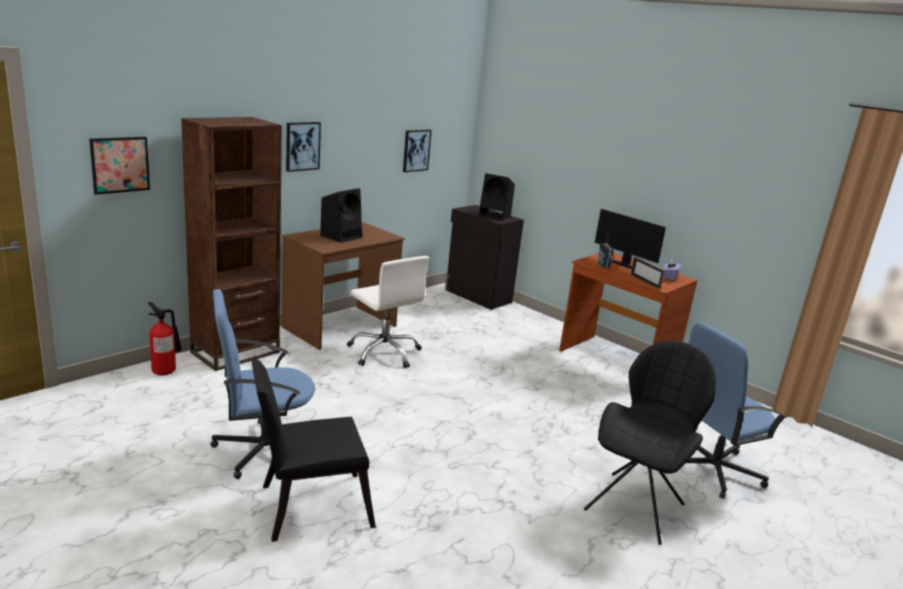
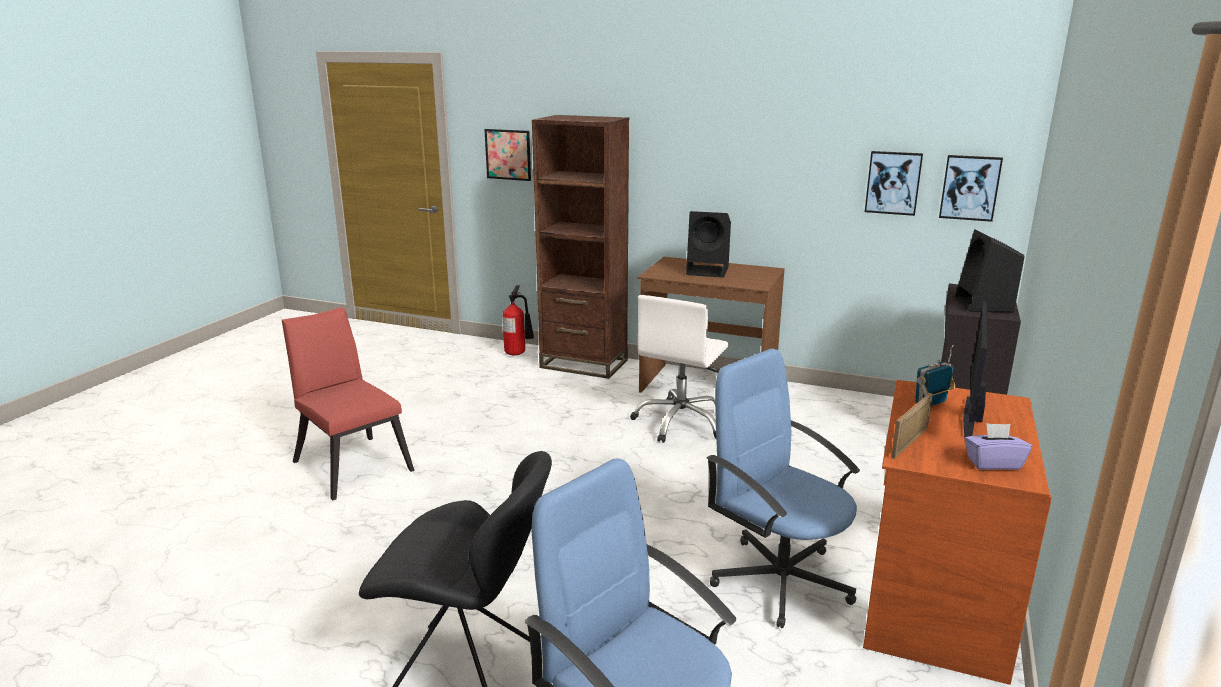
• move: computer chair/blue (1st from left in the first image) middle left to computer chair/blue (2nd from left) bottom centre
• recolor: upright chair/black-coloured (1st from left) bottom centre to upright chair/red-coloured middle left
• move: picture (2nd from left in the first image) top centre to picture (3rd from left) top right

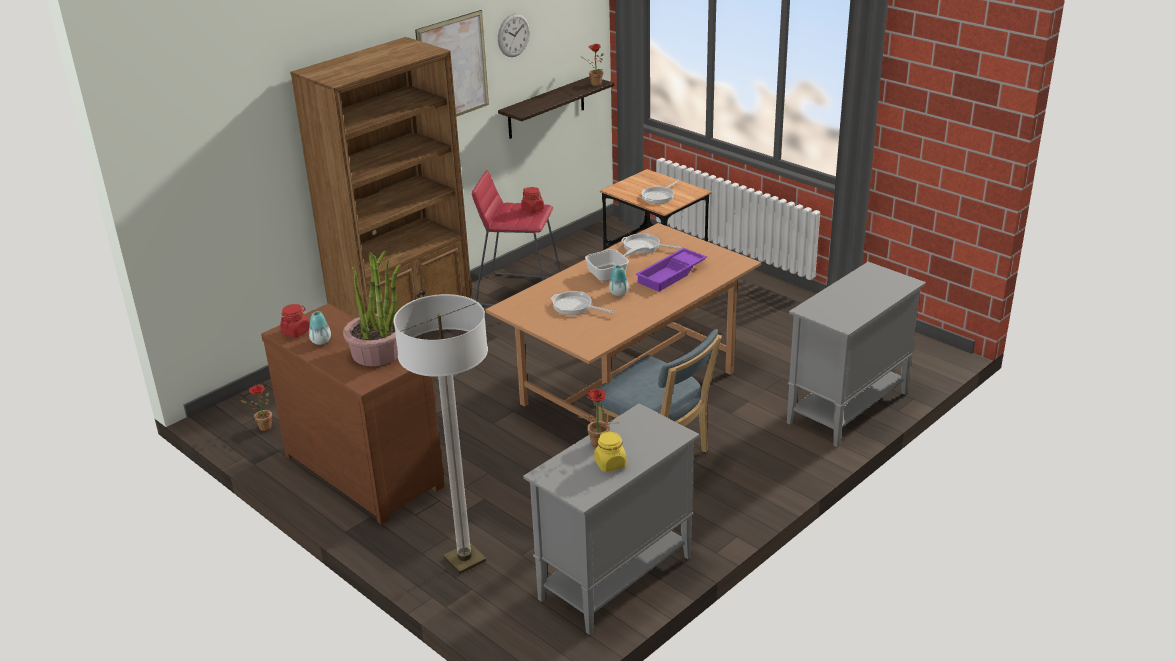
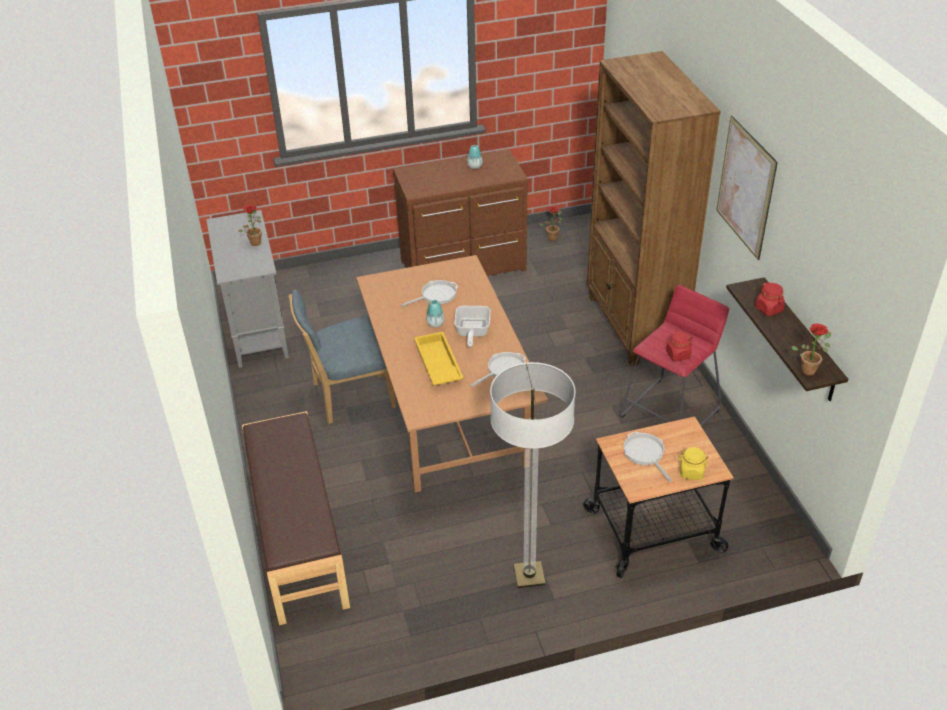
• move: jar/red-coloured (1st from left in the first image) middle left to jar/red-coloured (2nd from left) middle right
• delete: plant in a pot (2nd from left) middle left
• move: standard lamp centre to bottom centre
• delete: clock on the wall top centre
• move: jar/yellow-coloured bottom centre to middle right
• recolor: carrying tray/purple centre to carrying tray/yellow-coloured centre
• replace: cabinet/greyish (2nd from left) middle right to indoor bench/brown bottom left

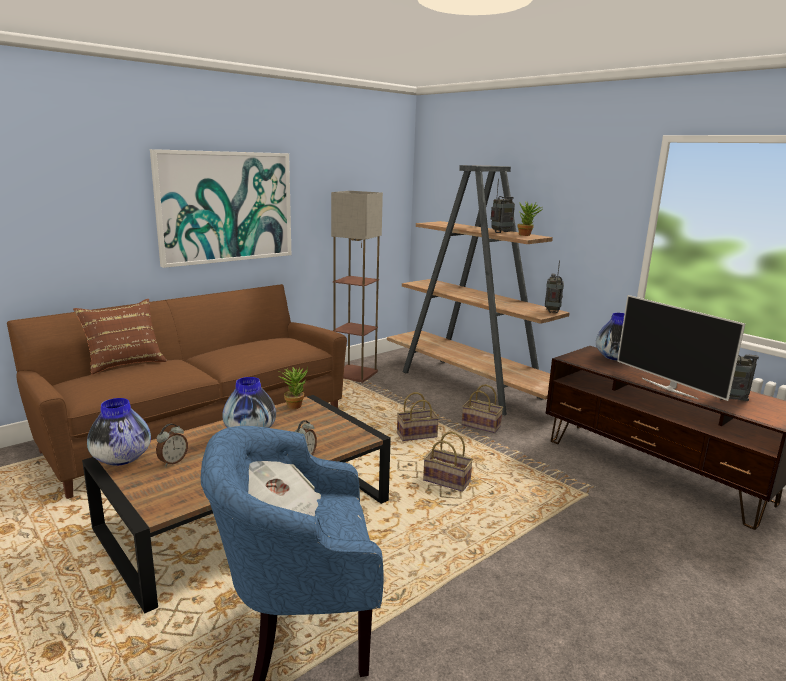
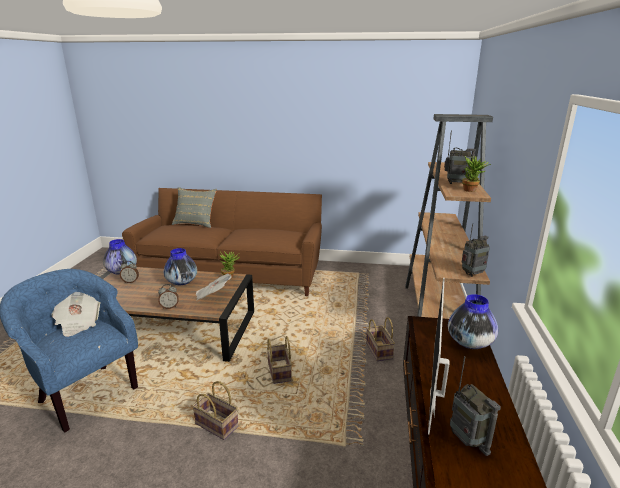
• recolor: cushion/brown middle left to cushion/greyish middle left
• delete: picture top left
• delete: standard lamp centre
• move: basket (1st from left) centre to bottom centre
• insert: daily paper (2nd from left) centre

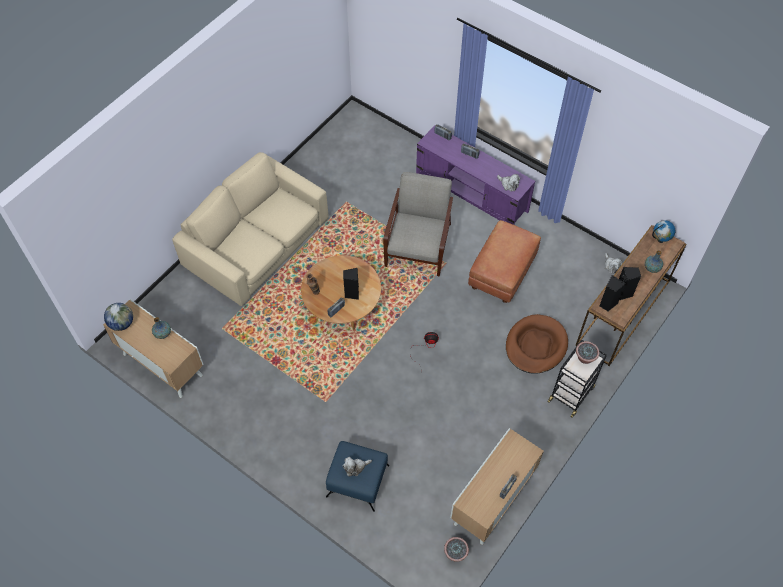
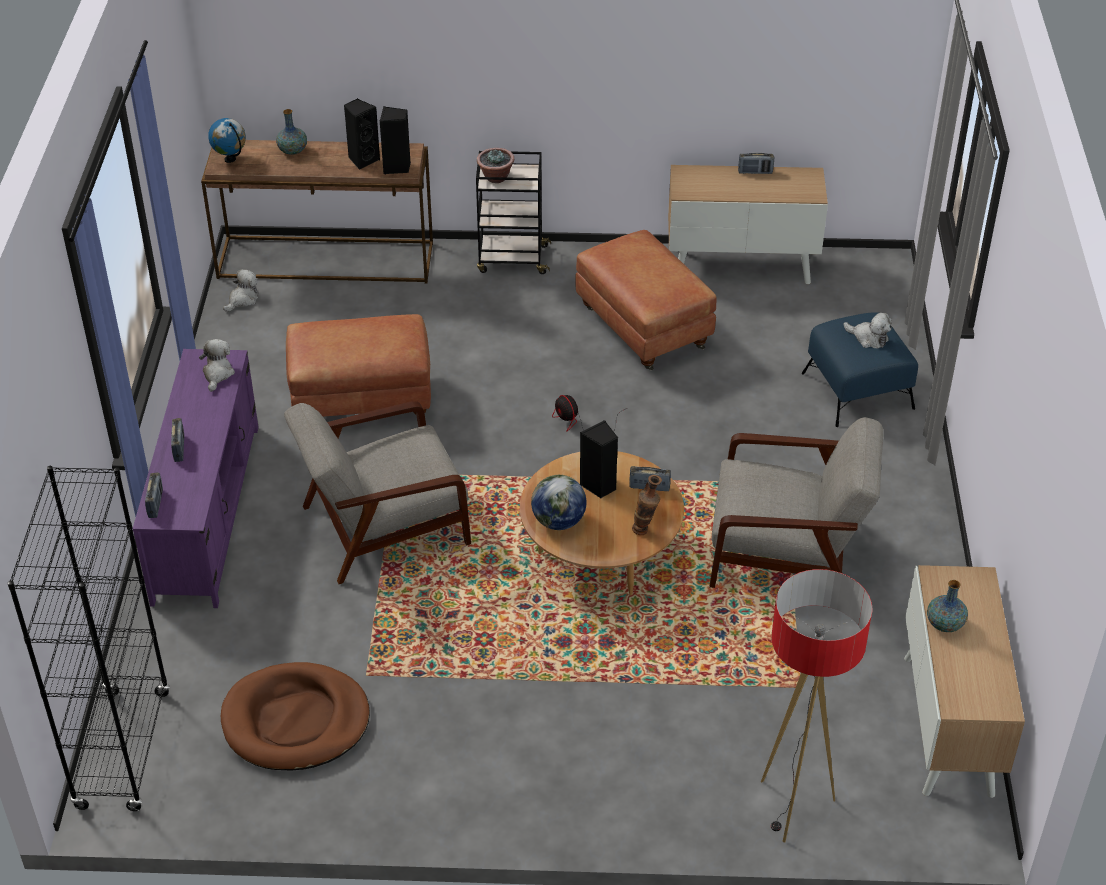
• move: globe (1st from left in the first image) middle left to globe (2nd from left) centre
• delete: settee/beige-coloured middle left
• delete: plant in a pot (1st from left) bottom centre
• move: pet bed/brown middle right to bottom left
• insert: bookcase/black-coloured bottom left
• insert: footrest/brown (2nd from left) centre
• insert: armchair/greyish (2nd from left) middle right
• insert: standard lamp bottom right

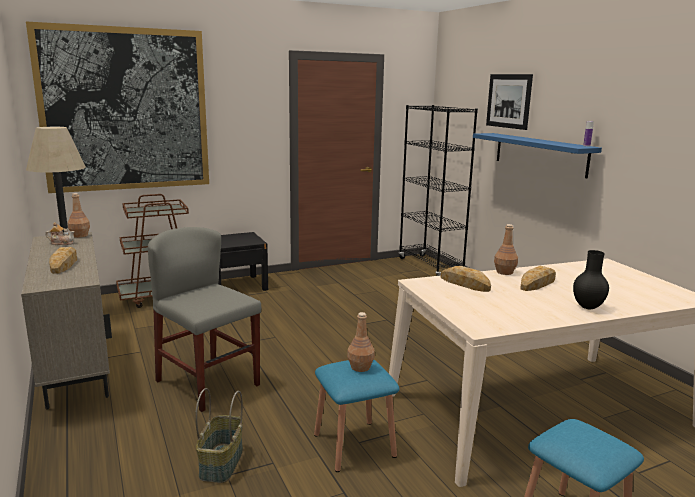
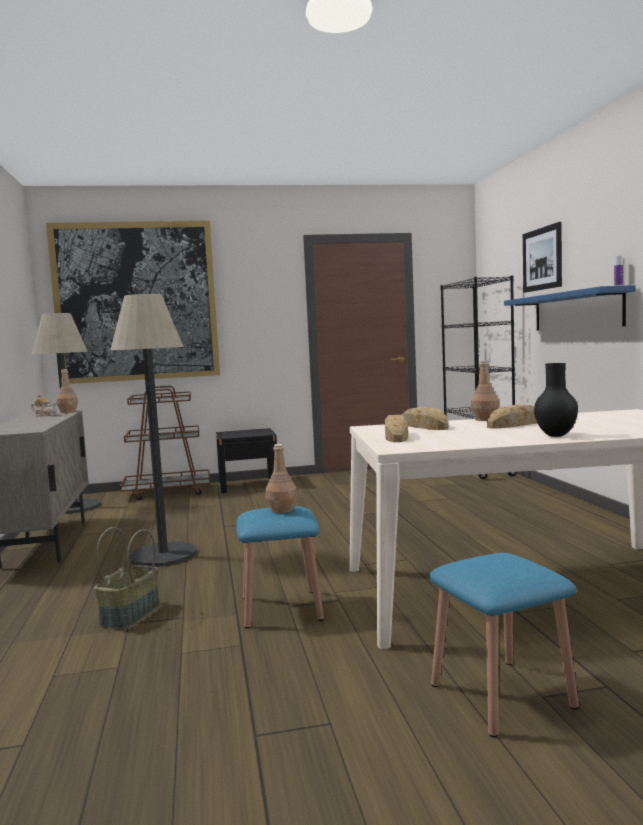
• move: baked bread (1st from left) middle left to centre
• replace: upright chair/greyish middle left to standard lamp (2nd from left) middle left

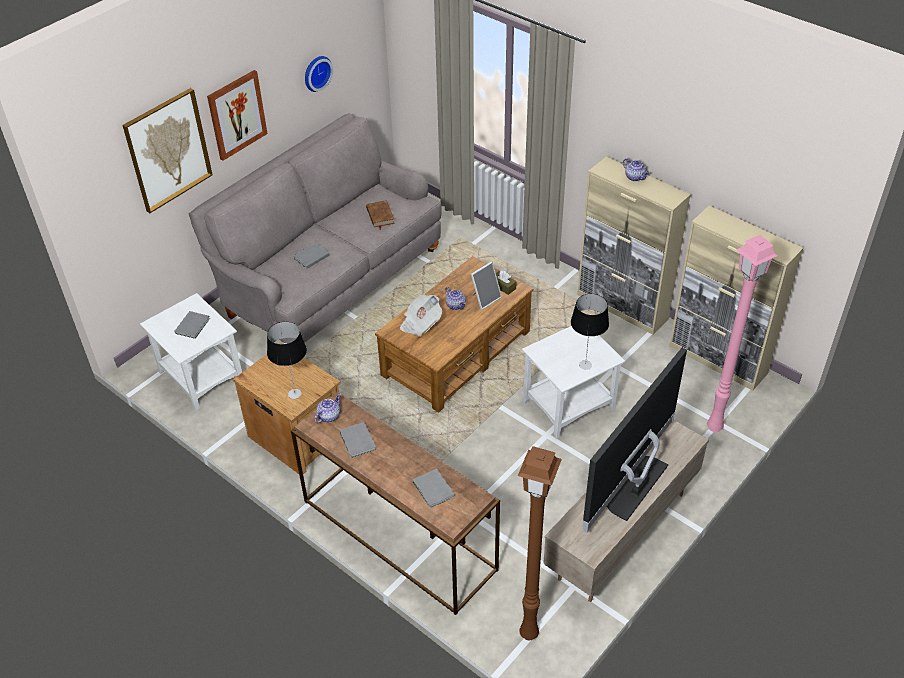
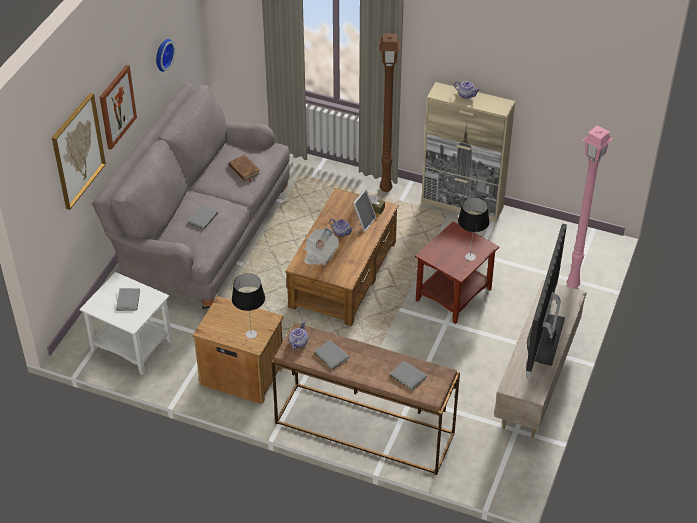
• move: standard lamp/brown bottom centre to top centre
• recolor: side table/whitish (2nd from left) centre to side table/brown centre
• delete: cabinet/beige-coloured (2nd from left) middle right

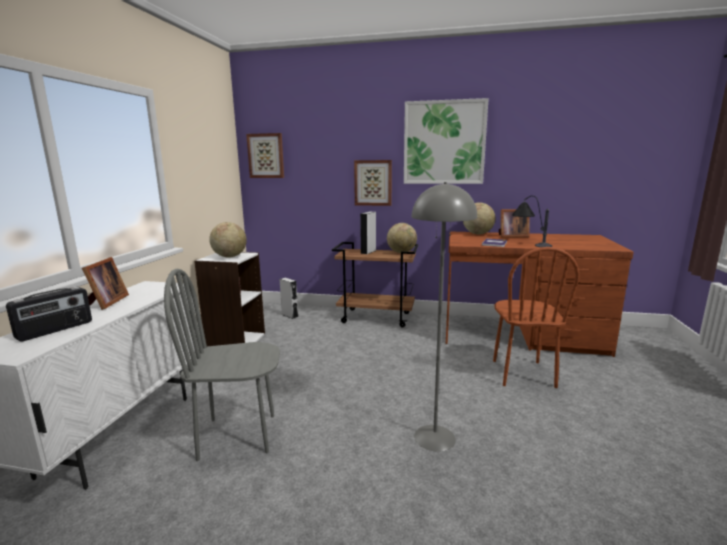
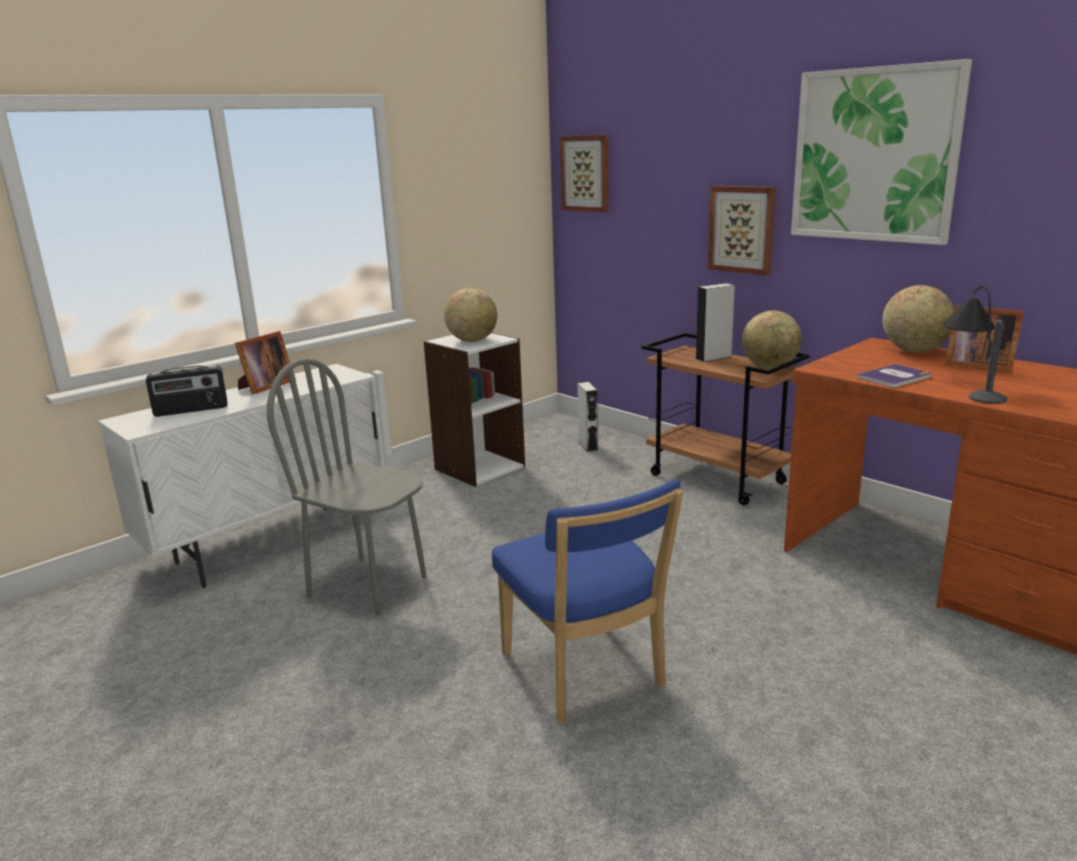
• replace: standard lamp/greyish centre to upright chair/blue bottom centre
• delete: upright chair/brown middle right

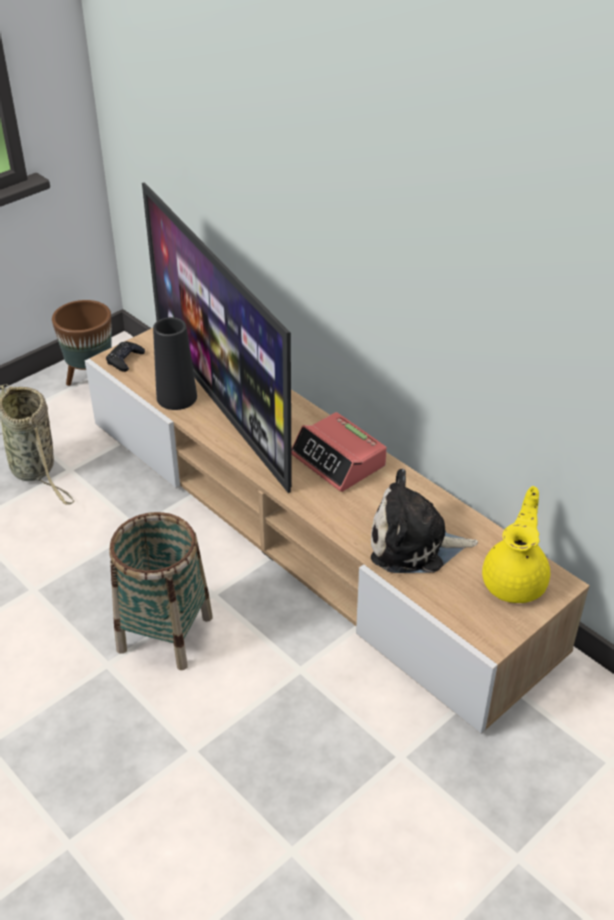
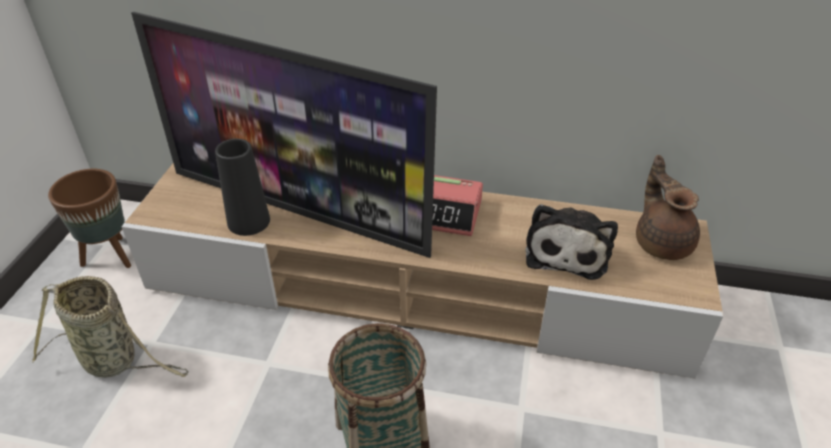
• delete: gamepad/black-coloured middle left
• rotate: plush toy middle right = middle right 45 degrees counterclockwise
• recolor: pot for tea/yellow-coloured middle right to pot for tea/brown middle right

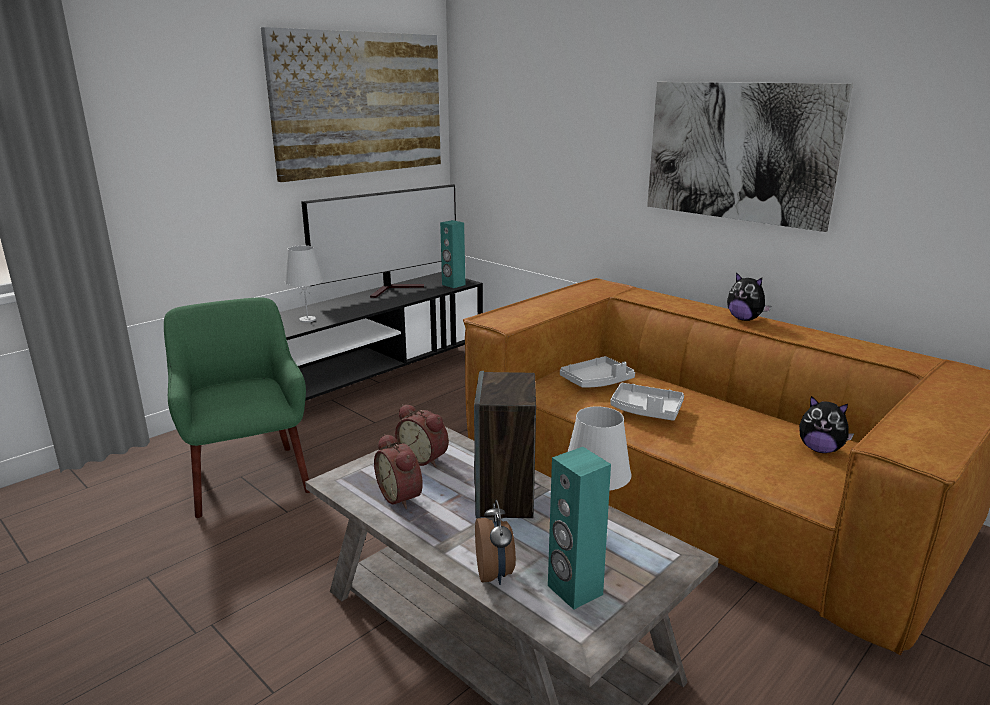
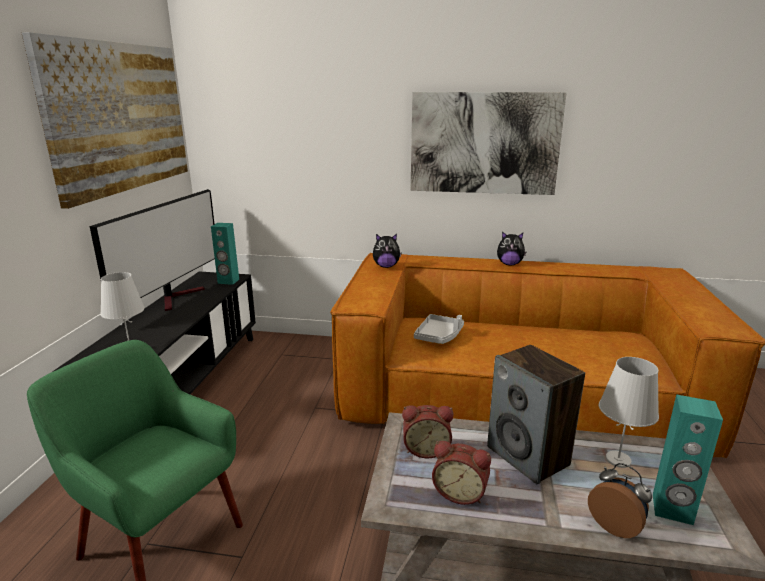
• delete: carrying tray/greyish (2nd from left) centre
• move: plush toy (2nd from left in the first image) middle right to plush toy (1st from left) centre

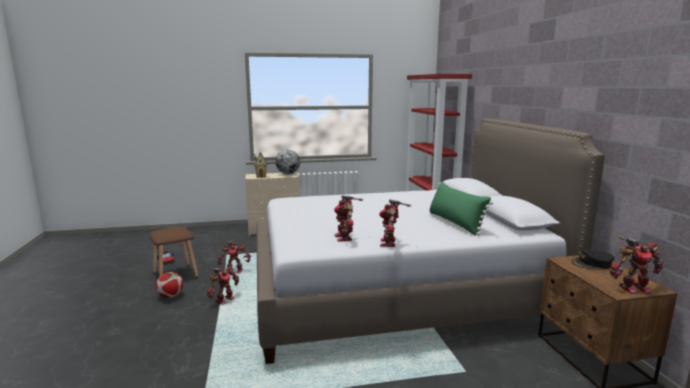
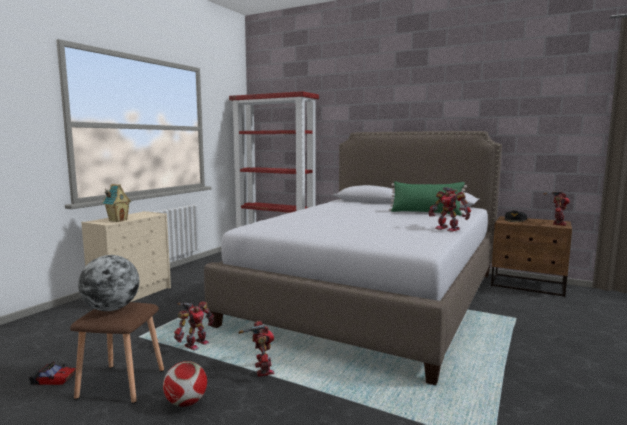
• move: globe centre to middle left
• delete: model robot (3rd from left) centre

